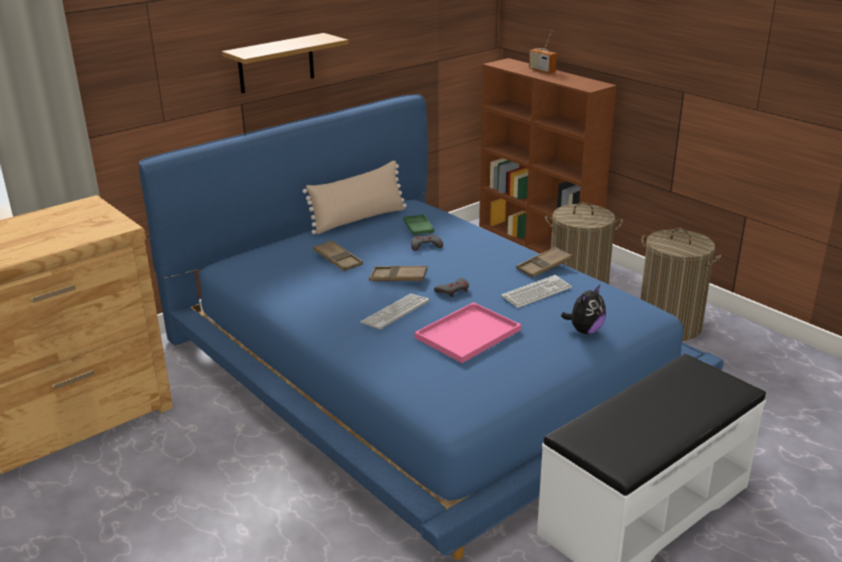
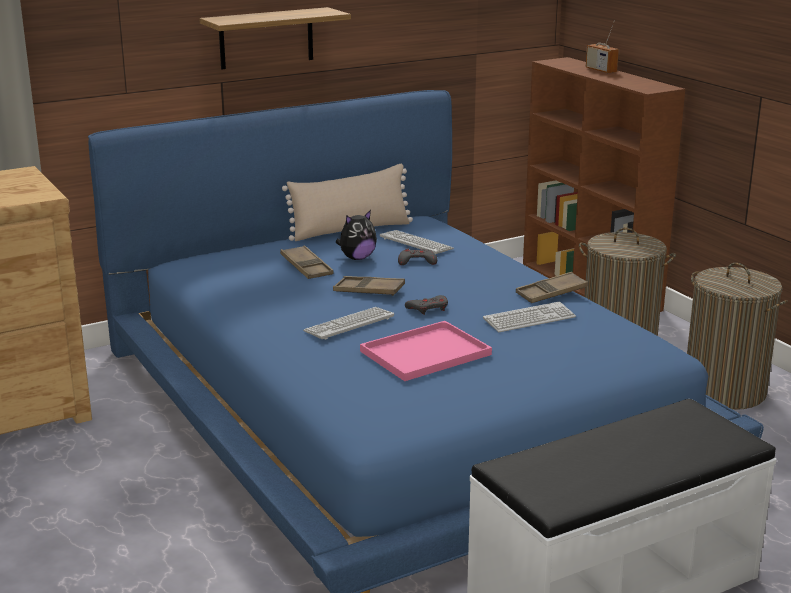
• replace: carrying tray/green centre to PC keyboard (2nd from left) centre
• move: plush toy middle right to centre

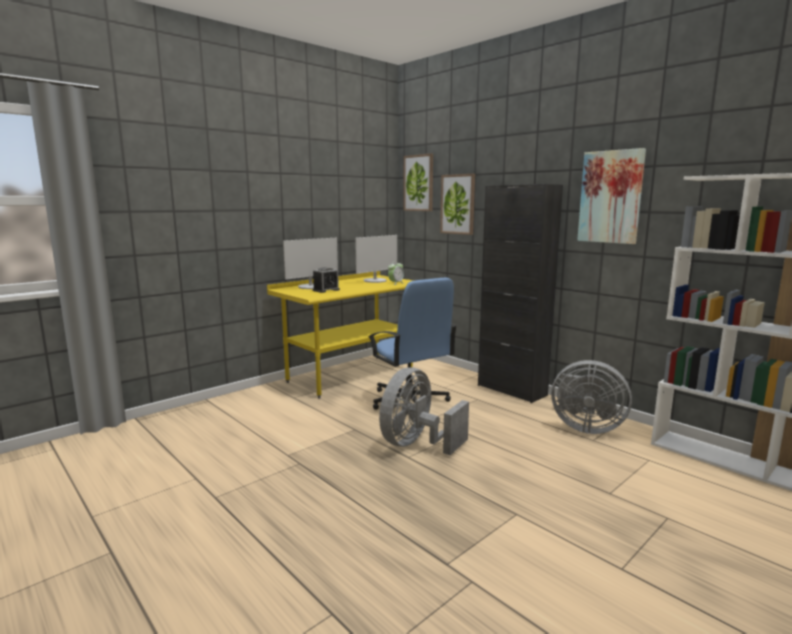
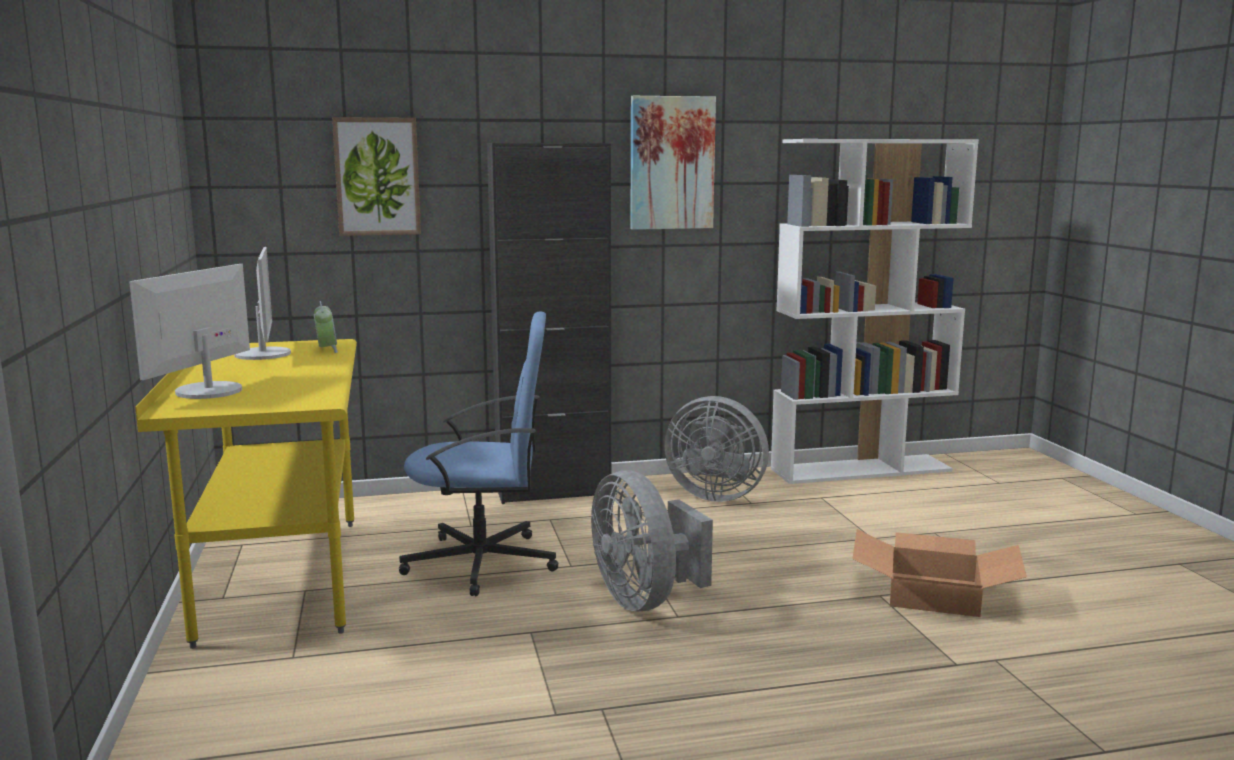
• rotate: monitor (1st from left) centre = middle left 150 degrees counterclockwise
• delete: alarm clock (1st from left) centre
• delete: picture (1st from left) top centre
• rotate: fan/greyish (2nd from left) middle right = centre 60 degrees clockwise
• insert: cardboard box bottom right

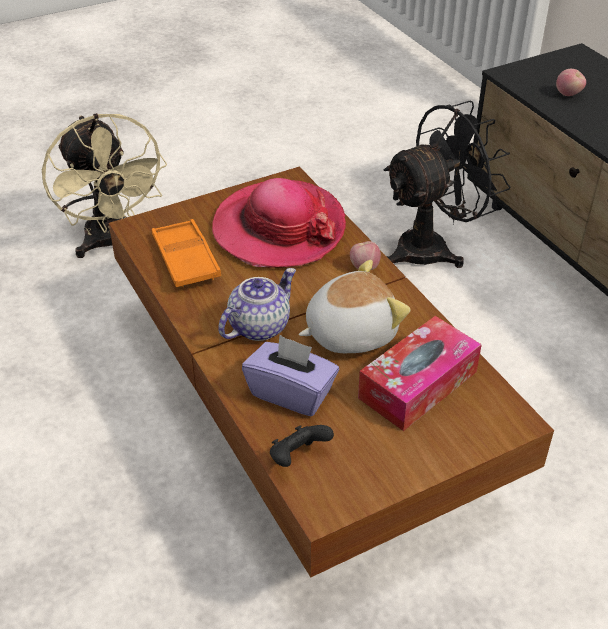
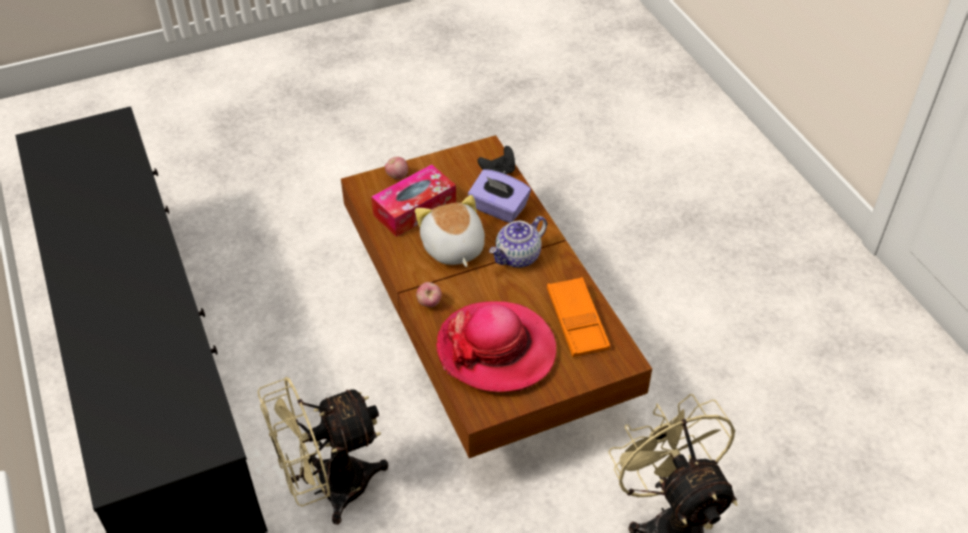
• rotate: plush toy centre = centre 90 degrees clockwise
• recolor: fan/black-coloured top right to fan/beige-coloured (1st from left) bottom centre
• move: apple fruit (2nd from left in the first image) top right to apple fruit (1st from left) top centre

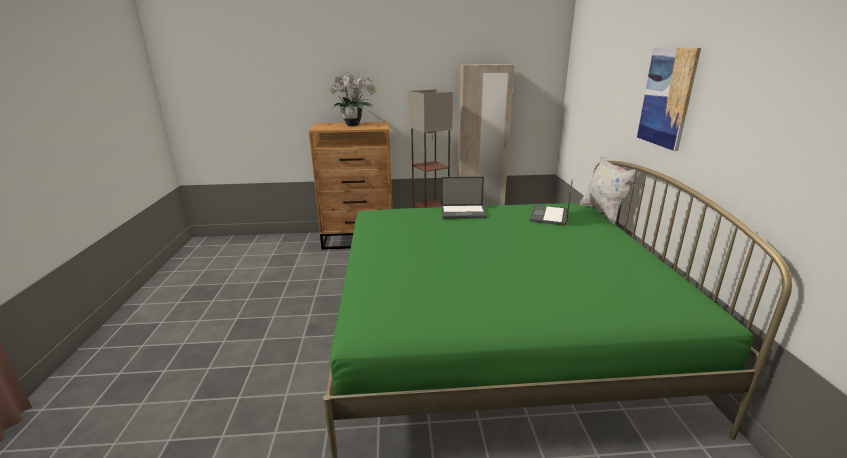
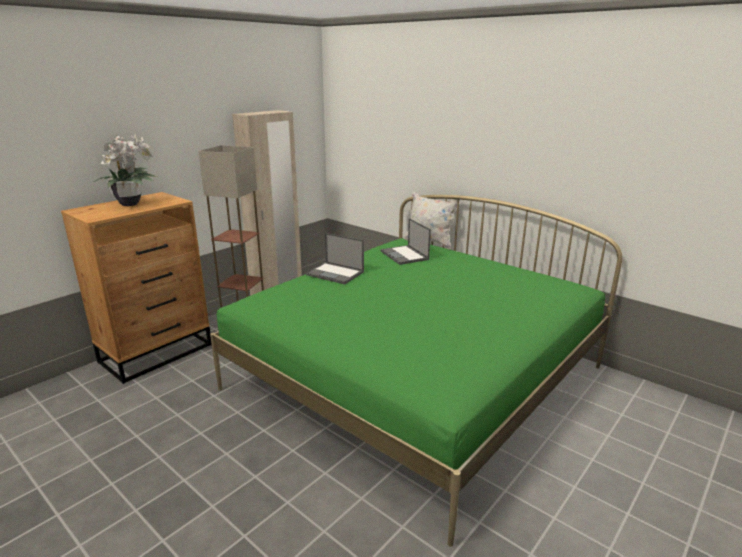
• rotate: portable computer (1st from left) centre = centre 75 degrees clockwise
• delete: picture top right

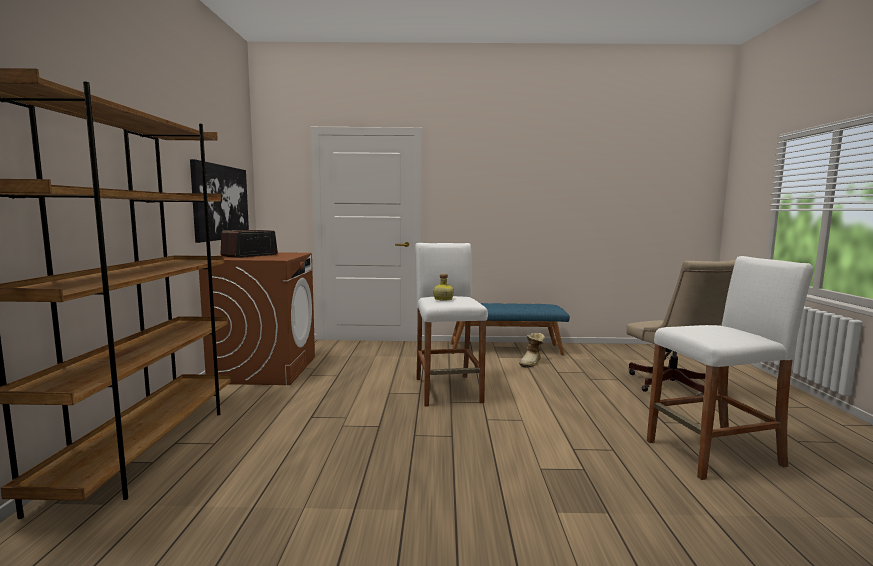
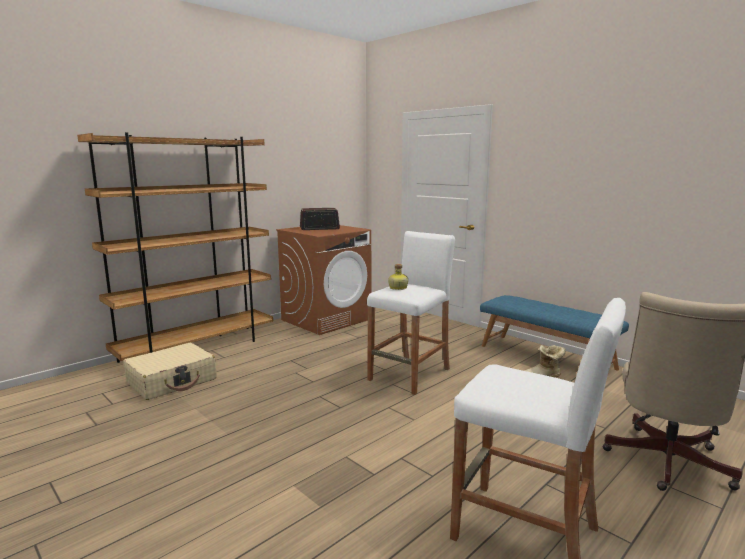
• delete: picture middle left
• insert: piece of luggage/beige-coloured middle left

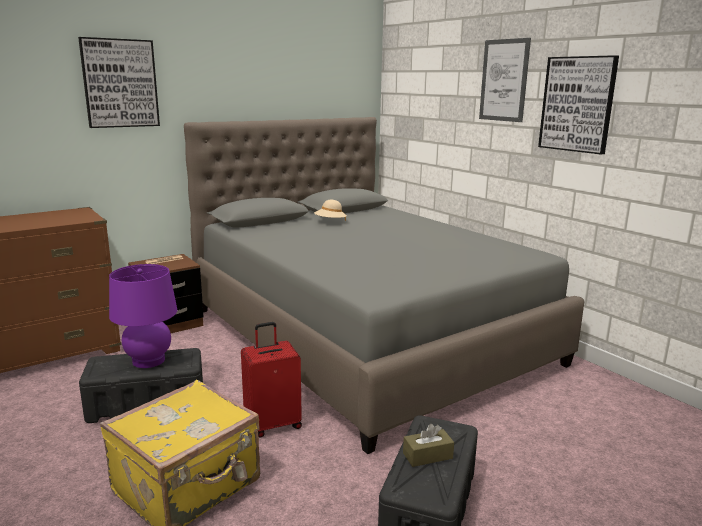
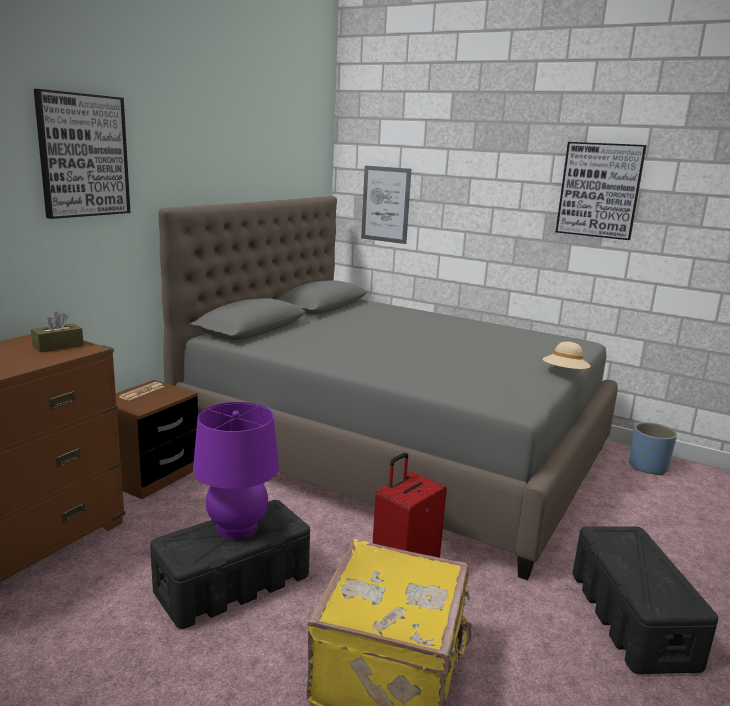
• move: wearable hat/beige-coloured centre to middle right
• move: tissue holder/brown bottom centre to middle left
• move: picture (2nd from left) top right to top centre
• insert: flower pot/blue middle right

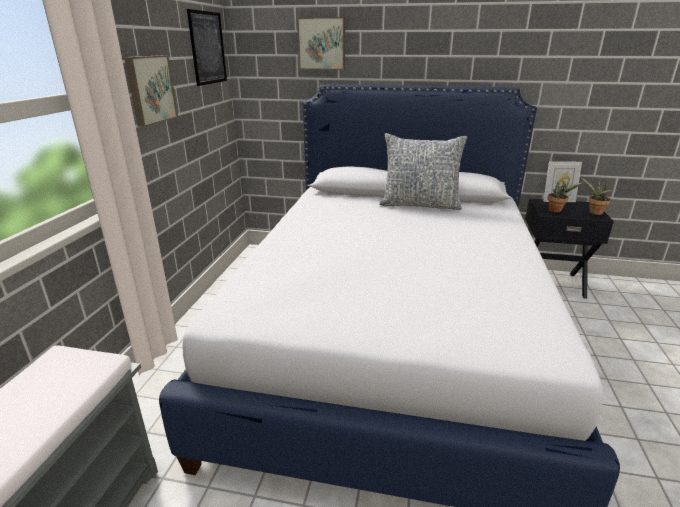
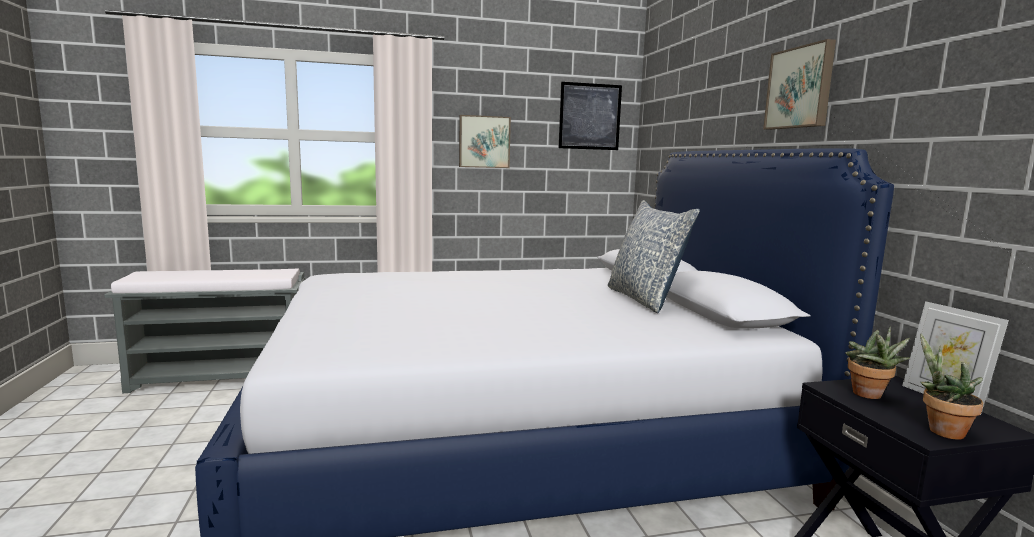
• move: picture (3rd from left) top centre to top right

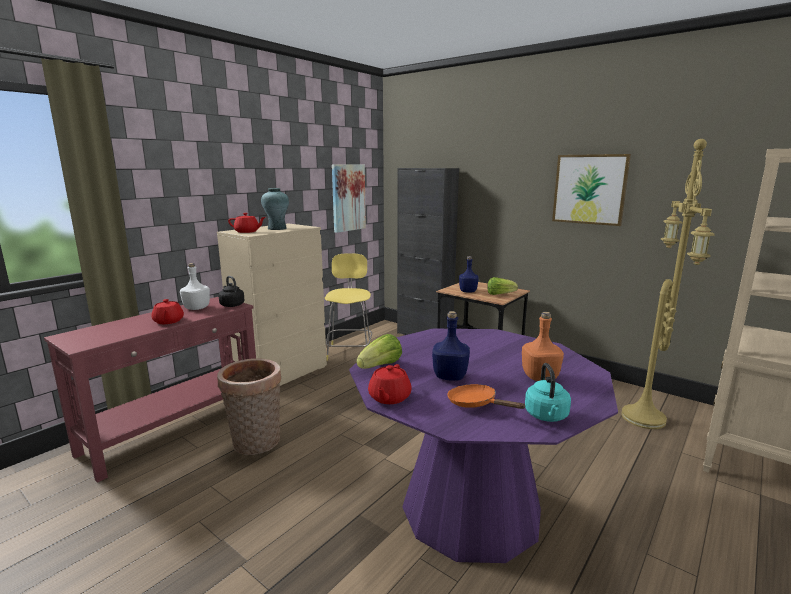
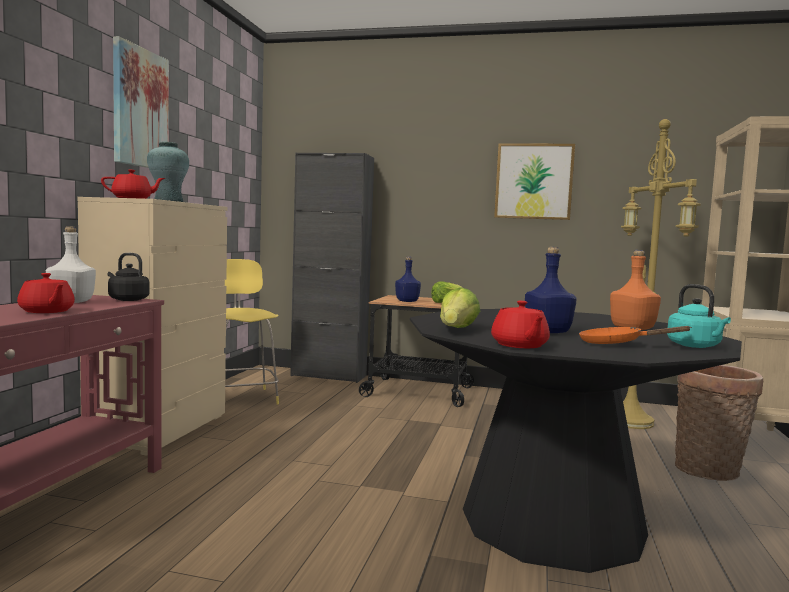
• move: basket bottom left to bottom right
• move: picture (1st from left) centre to top left
• recolor: dining table/purple bottom centre to dining table/black-coloured bottom right

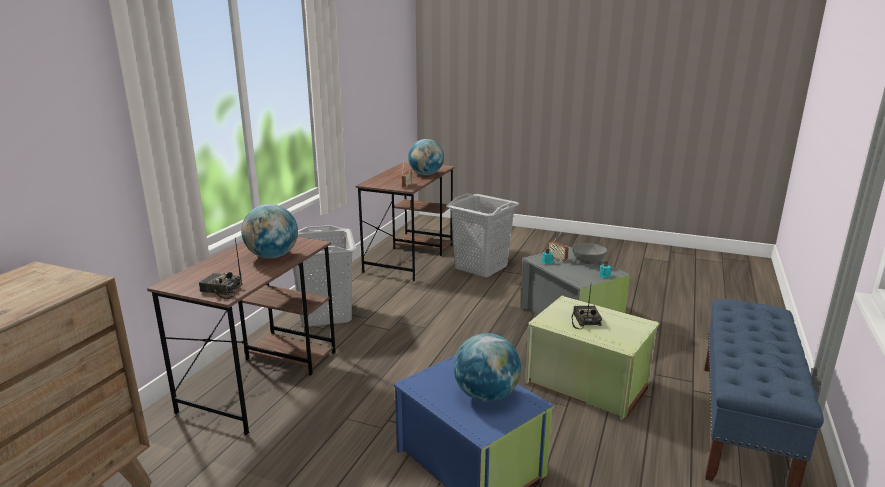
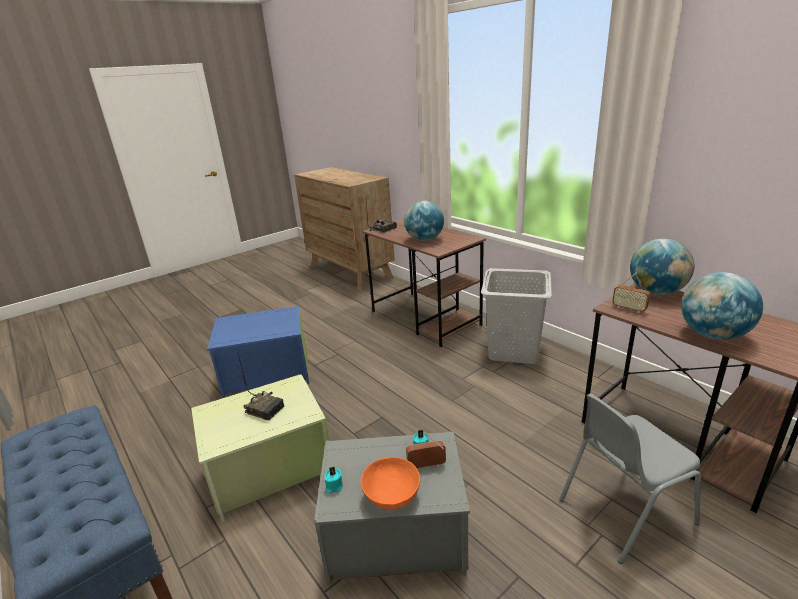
• replace: laundry basket/greyish (2nd from left) centre to upright chair/greyish bottom right
• move: globe (3rd from left in the first image) bottom centre to globe (2nd from left) middle right
• recolor: deep dish/greyish centre to deep dish/orange-coloured bottom centre

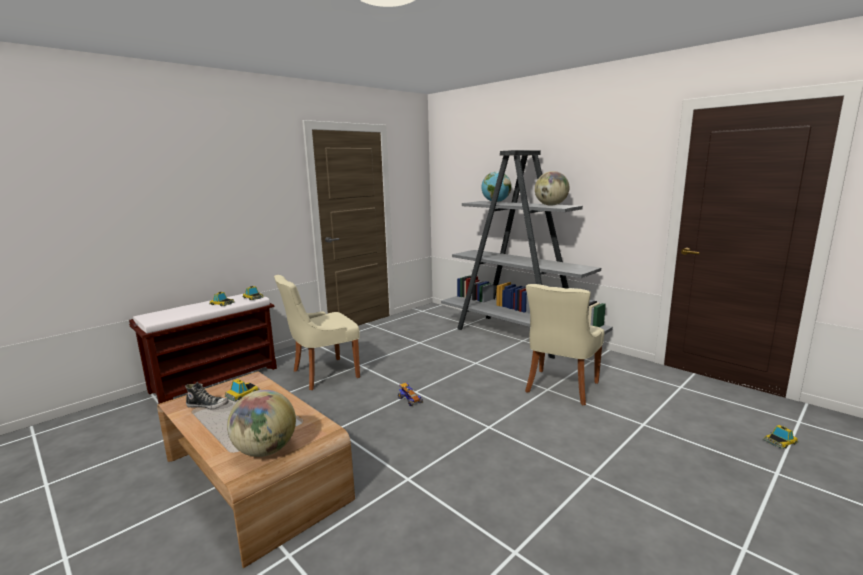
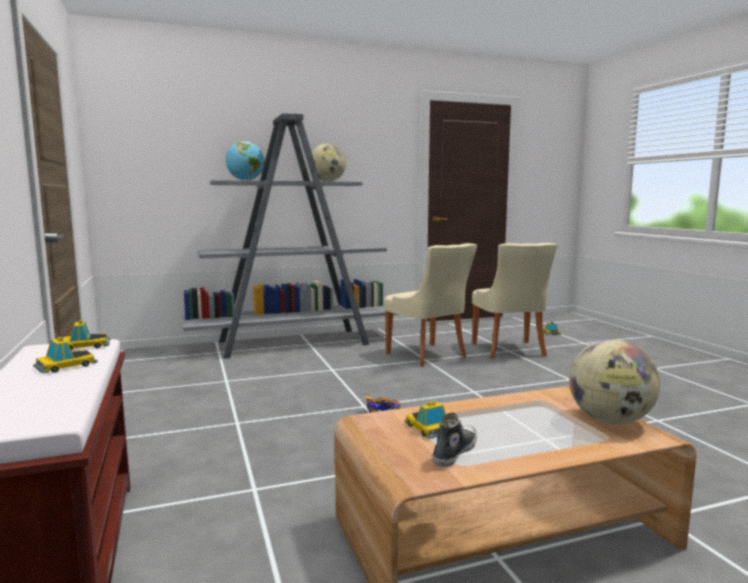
• move: upright chair/beige-coloured (1st from left in the first image) centre to upright chair/beige-coloured (2nd from left) middle right

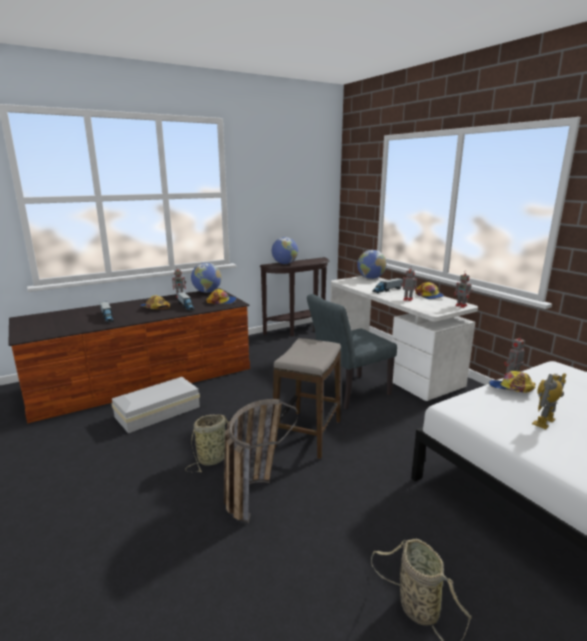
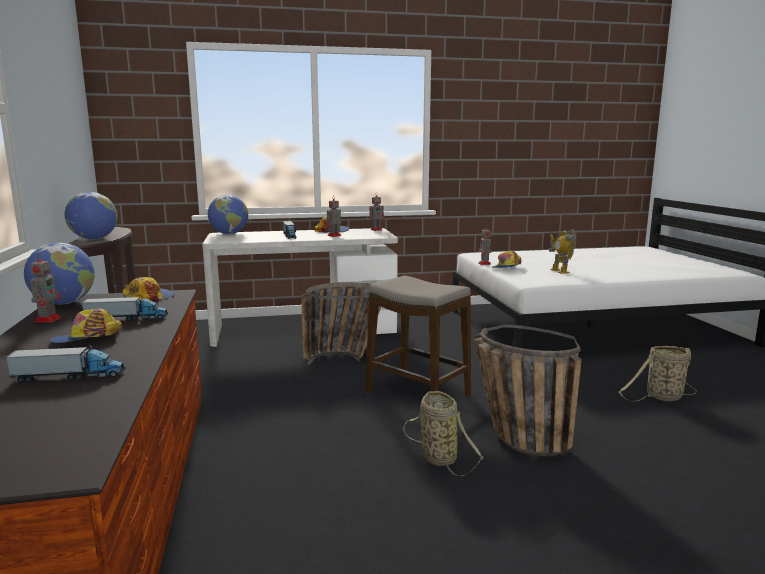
• delete: storage box/whitish middle left
• replace: upright chair/greyish centre to basket (1st from left) centre

